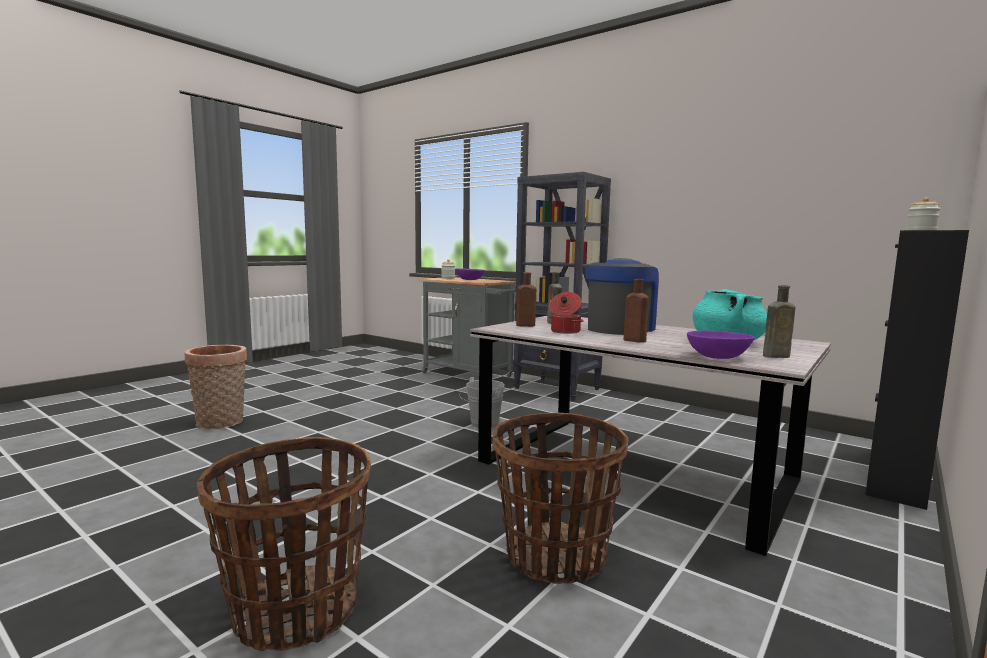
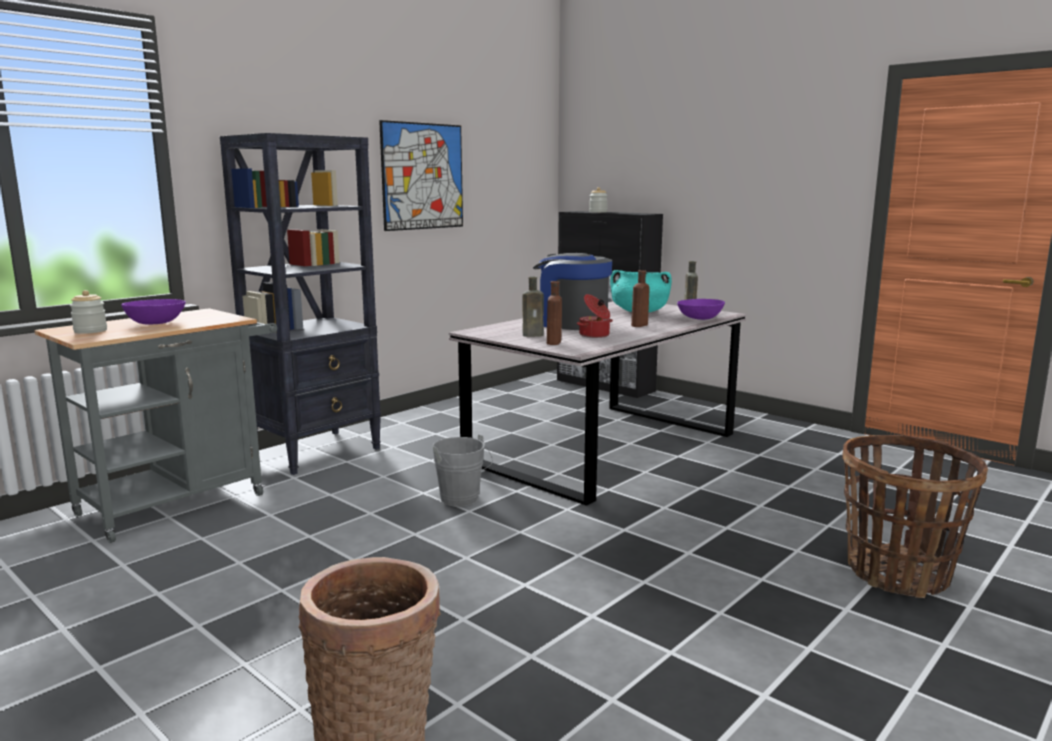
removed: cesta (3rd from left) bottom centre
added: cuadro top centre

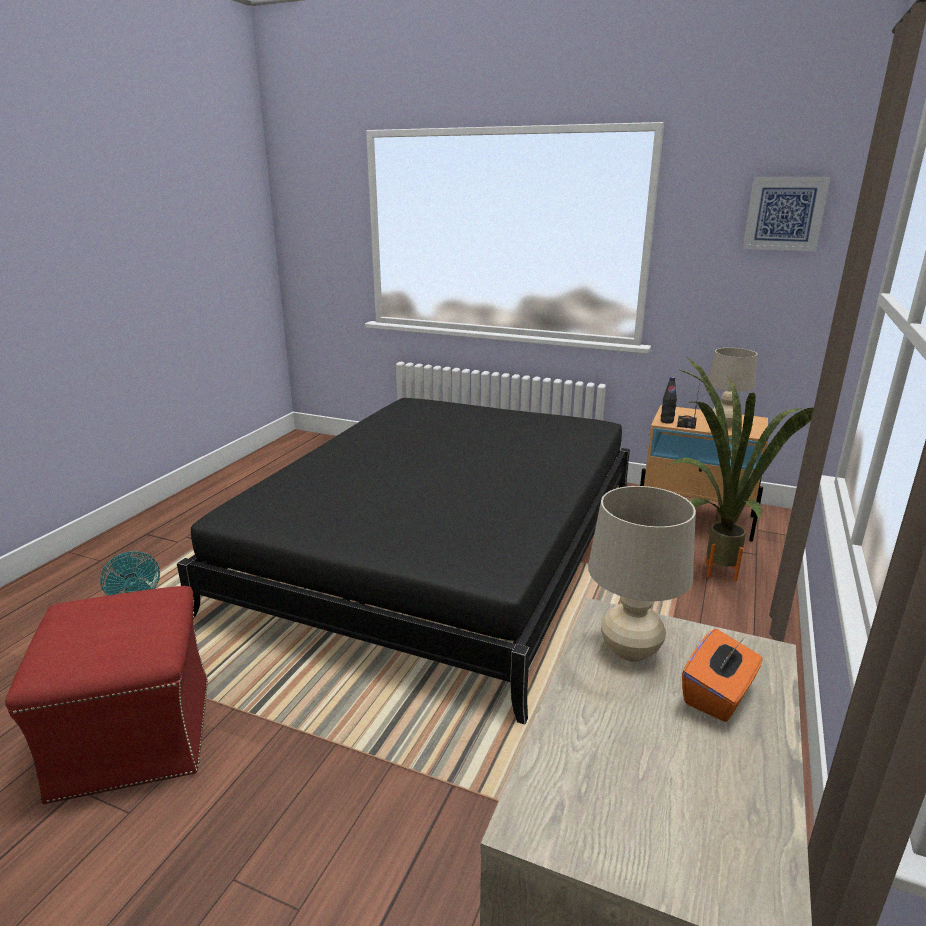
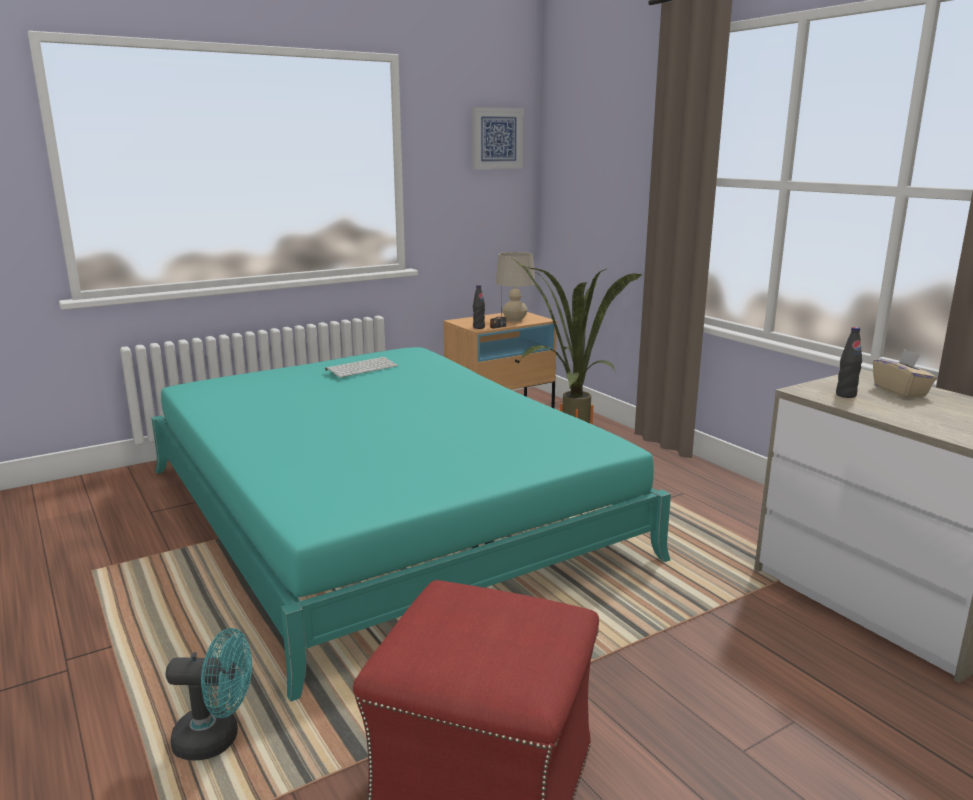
added: teclado centre
replaced: lámpara de mesa/beis (1st from left) middle right to botella/negro (2nd from left) middle right
recoloured: cama/negro centre to cama/turquesa centre; caja de pañuelos/naranja bottom right to caja de pañuelos/beis middle right

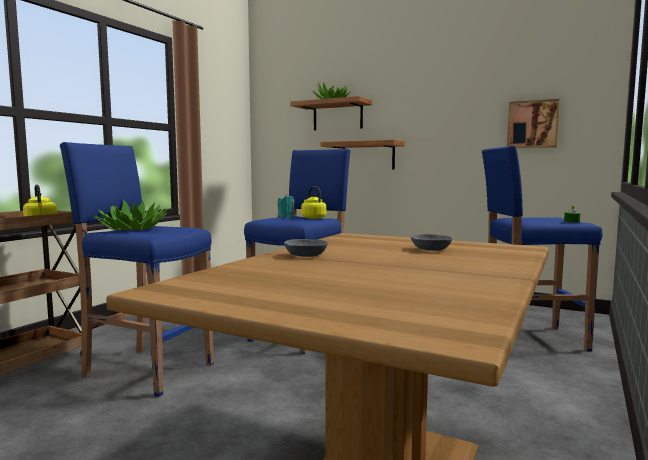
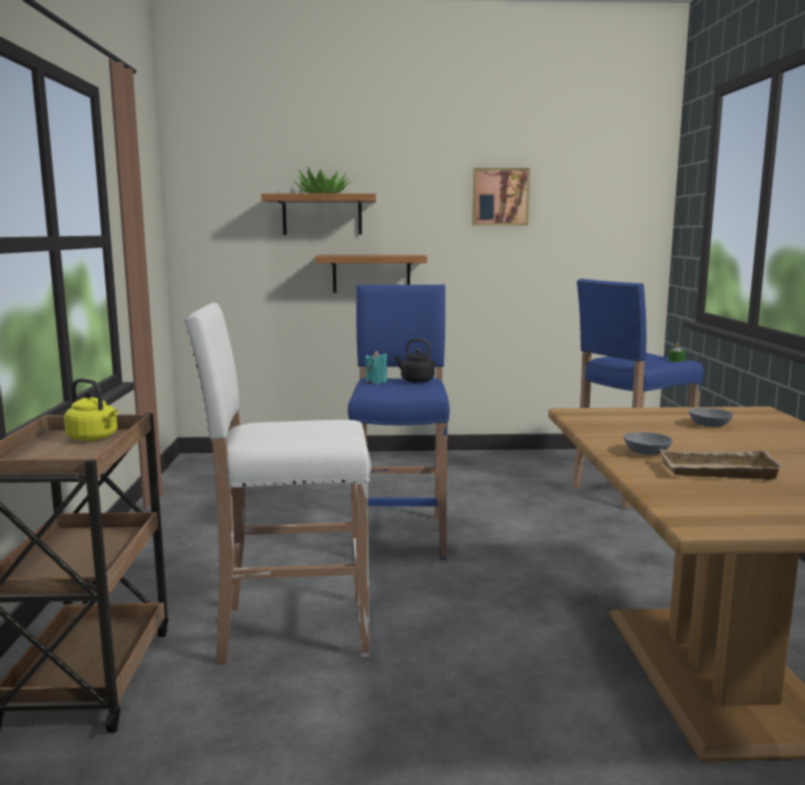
removed: planta en maceta (1st from left) middle left
added: bandeja/beis middle right
moved: cuadro top right to top centre
recoloured: taburete/azul (1st from left) middle left to taburete/blanco centre; hervidor/amarillo (2nd from left) centre to hervidor/negro centre

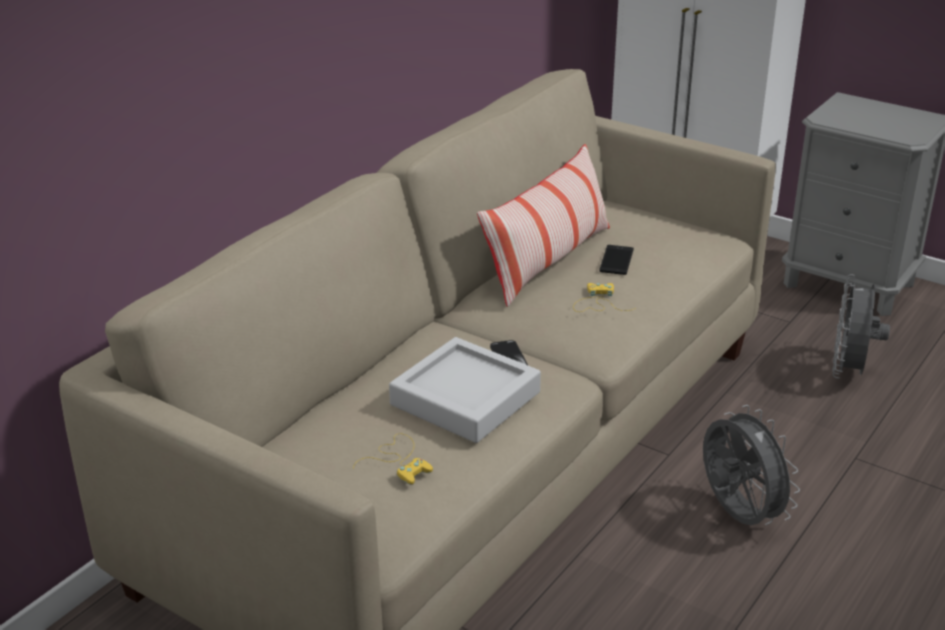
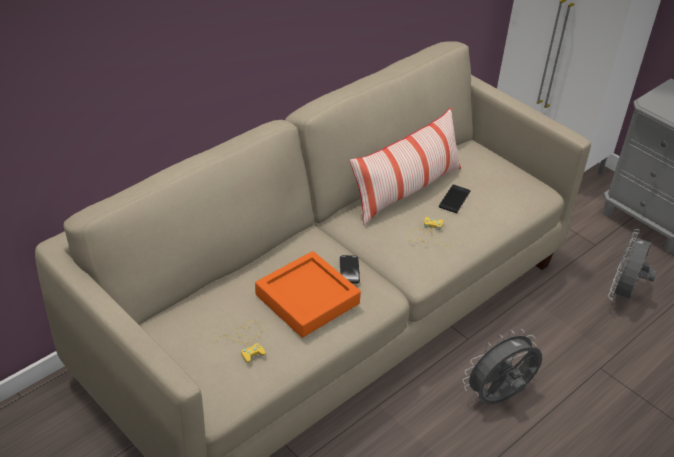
recoloured: bandeja/gris centre to bandeja/naranja centre
turned: ventilador/gris (1st from left) bottom right = bottom right 105 degrees counterclockwise

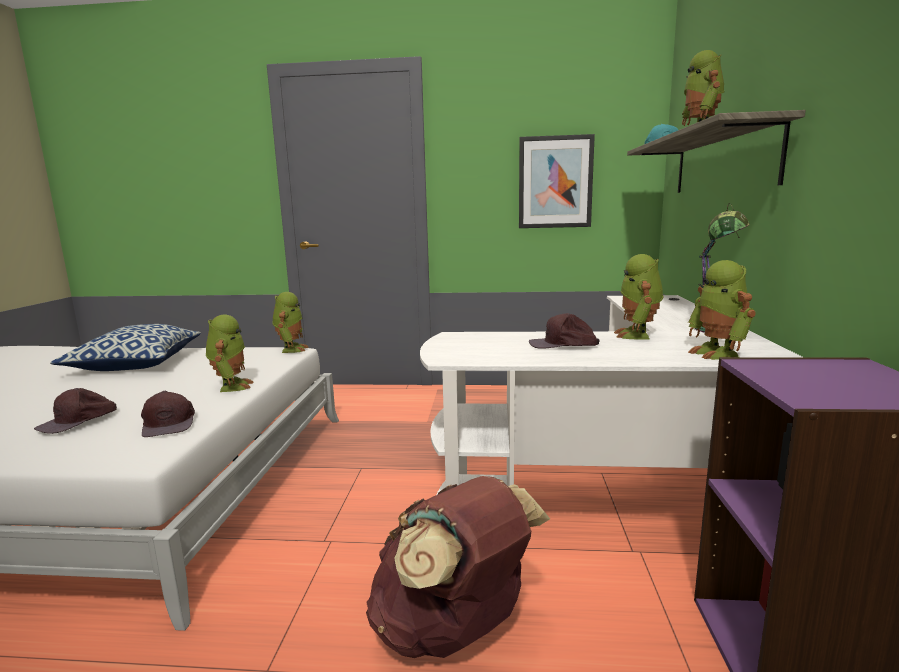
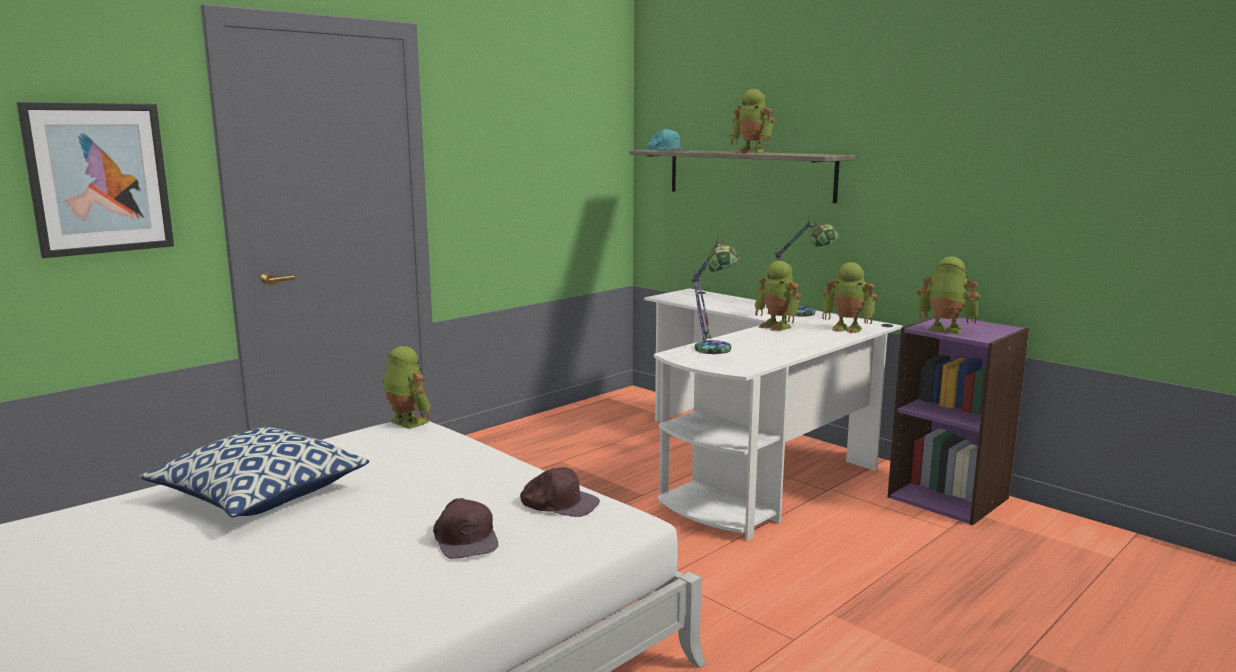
removed: mochila/marrón bottom centre; gorra/marrón (3rd from left) centre
added: lámpara de mesa (1st from left) centre
moved: robot de juguete (1st from left in the first image) middle left to robot de juguete (5th from left) middle right; cuadro top centre to top left

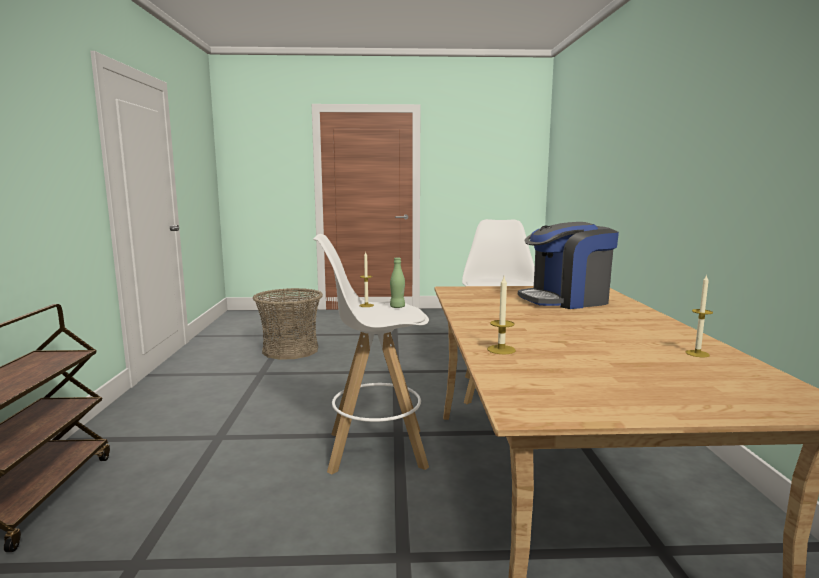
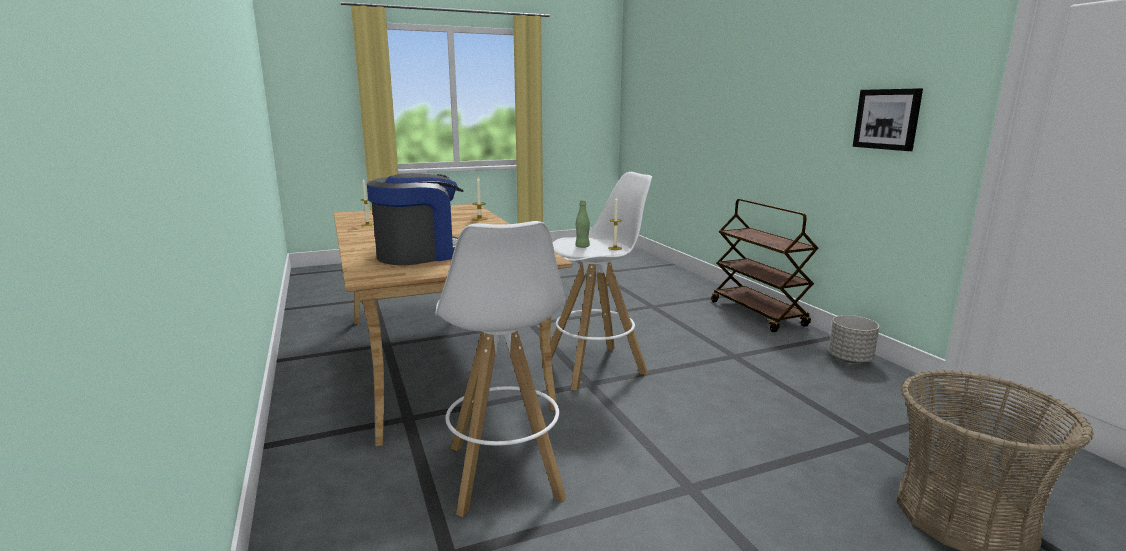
added: maceta/gris middle right; cuadro top right

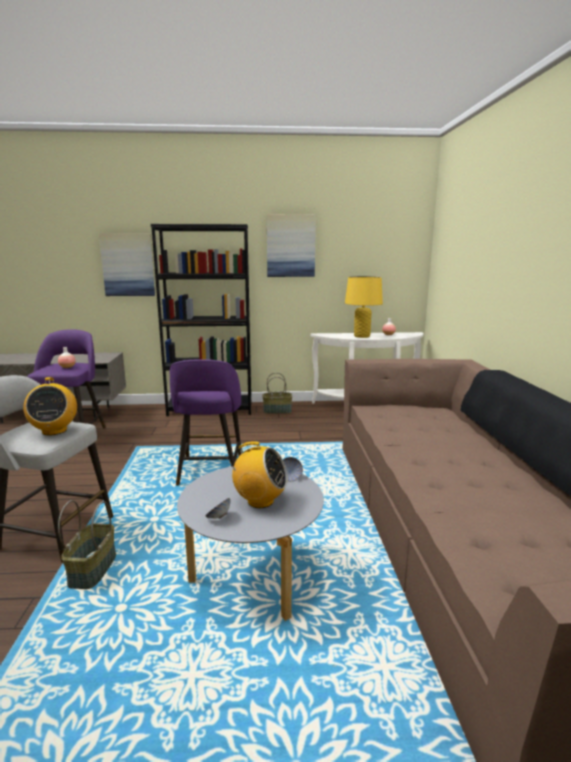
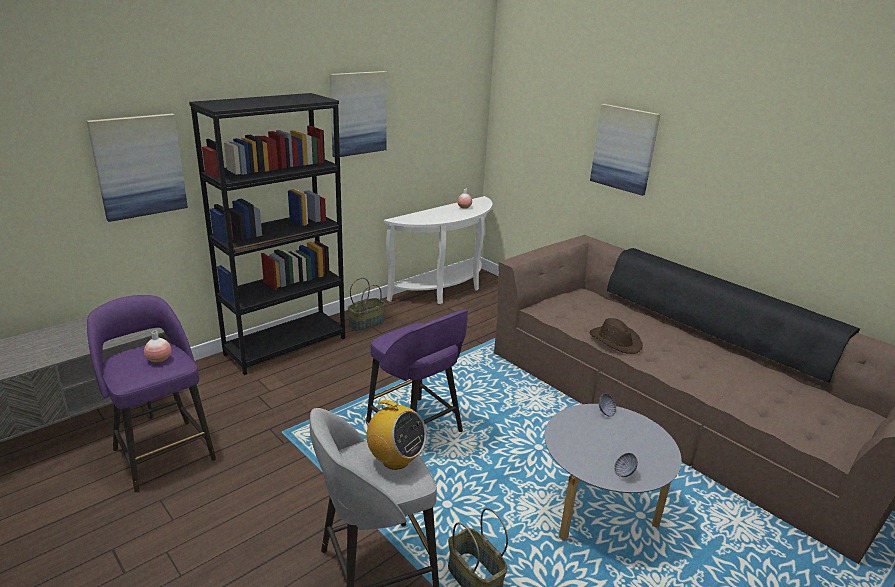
removed: radio (2nd from left) centre; lámpara de mesa/amarillo centre
added: cuadro (3rd from left) top right; sombrero/marrón middle right

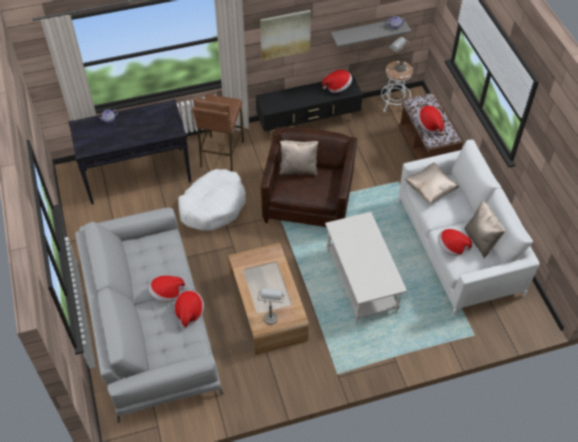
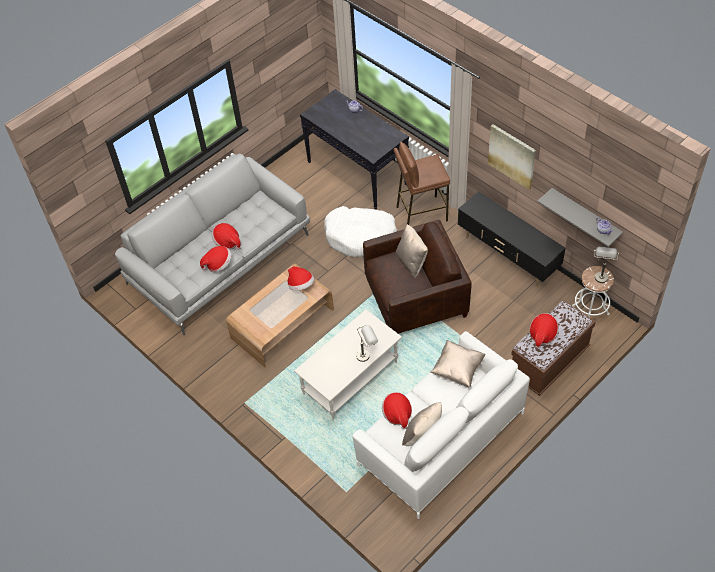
moved: lámpara de mesa/gris (1st from left) bottom centre to centre; sombrero (3rd from left) top centre to centre

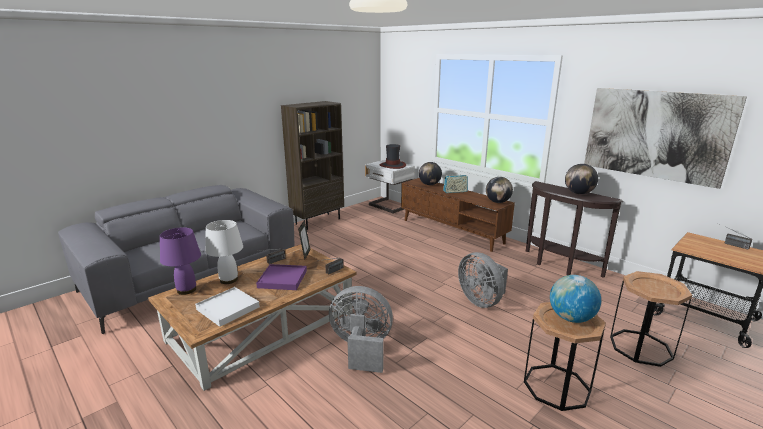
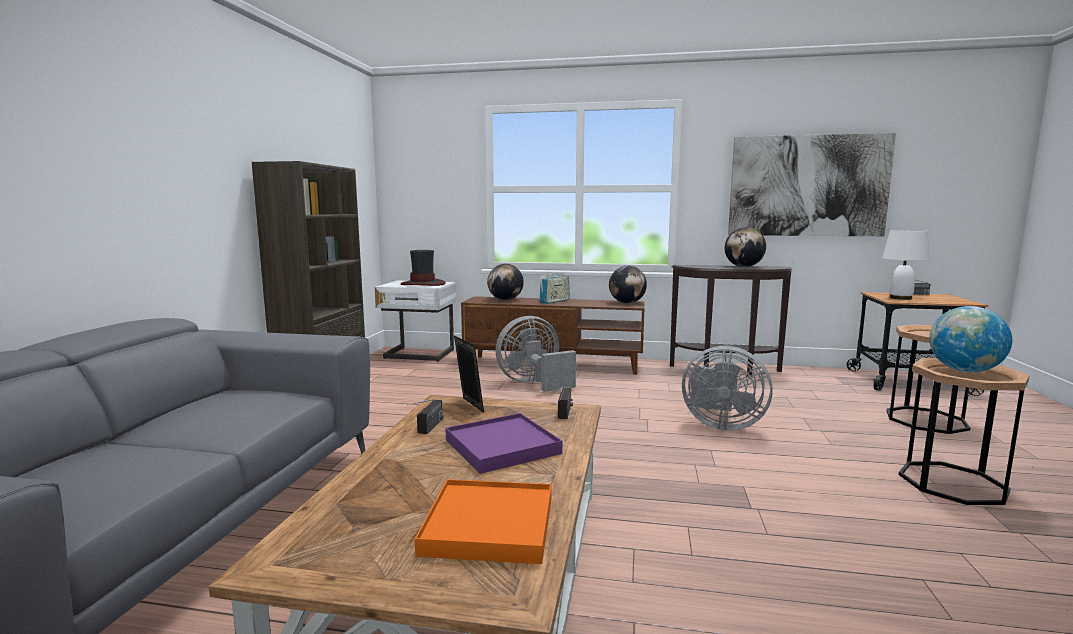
removed: lámpara de mesa/morado middle left
moved: lámpara de mesa/blanco middle left to middle right; ventilador/gris (1st from left) bottom centre to centre
recoloured: bandeja/blanco bottom left to bandeja/naranja bottom centre

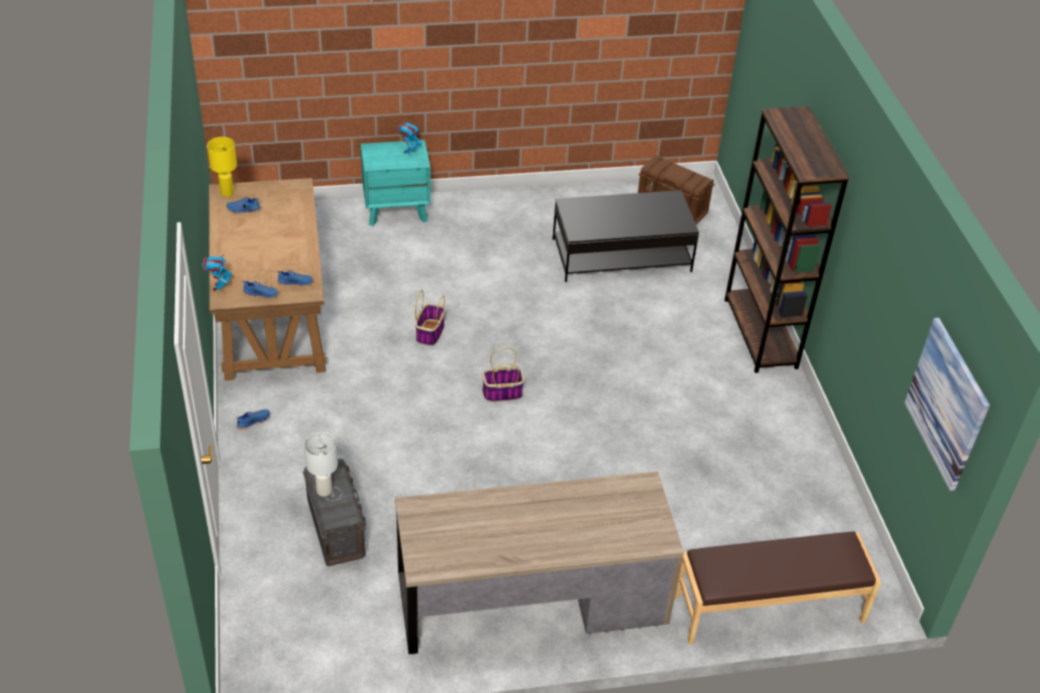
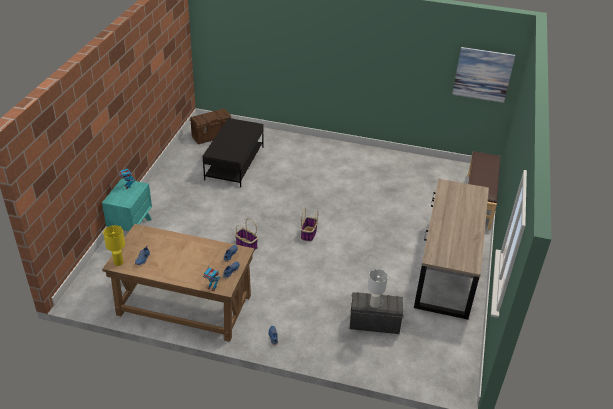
removed: estantería/marrón middle right

